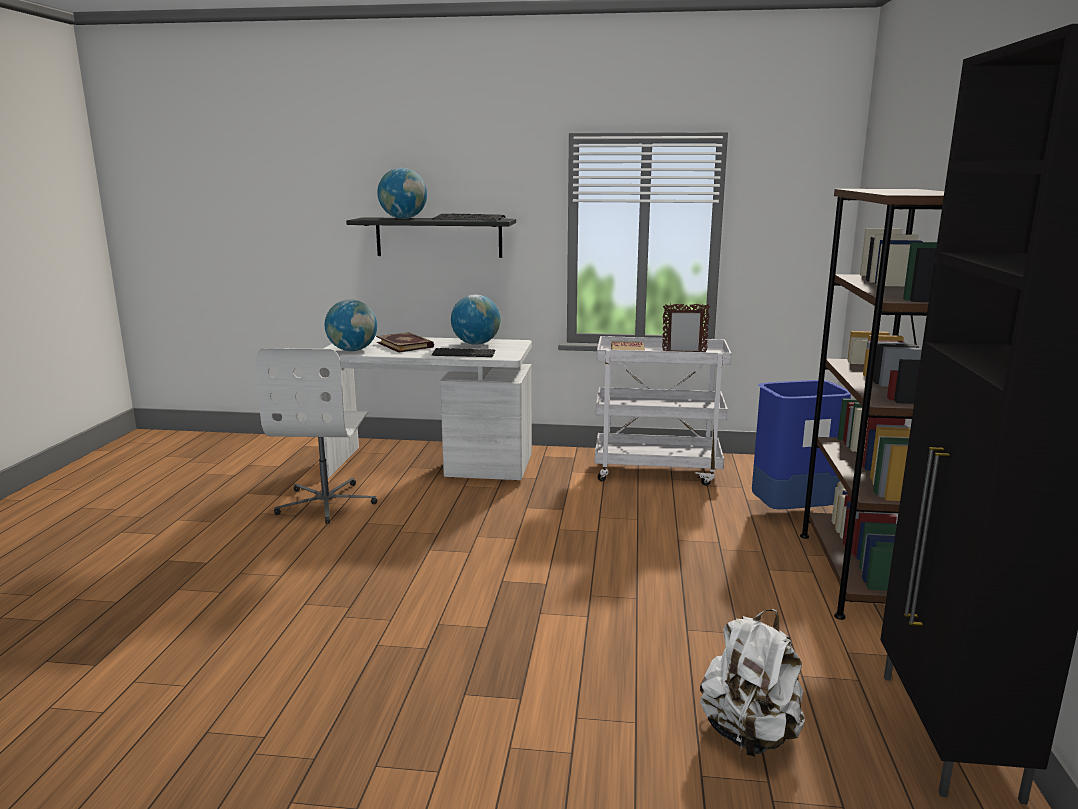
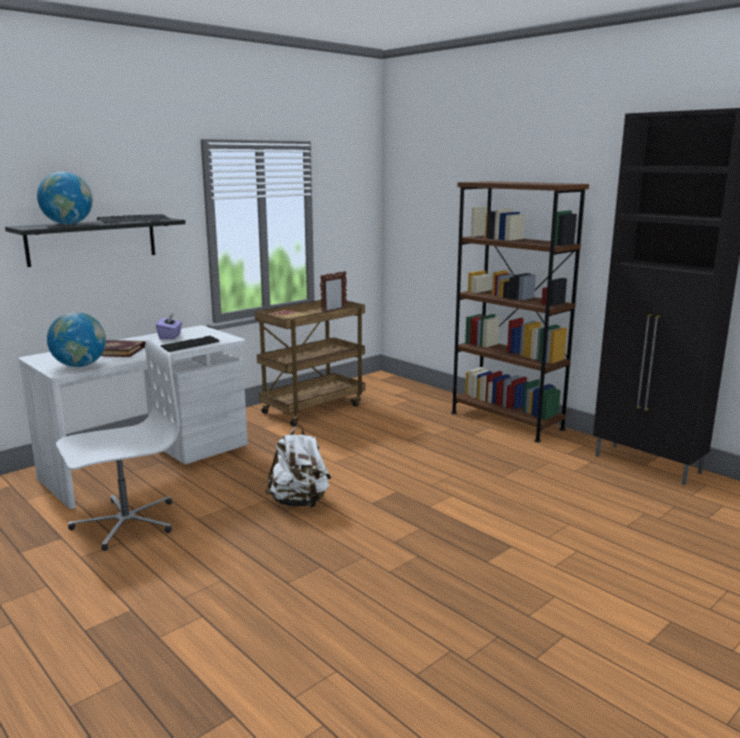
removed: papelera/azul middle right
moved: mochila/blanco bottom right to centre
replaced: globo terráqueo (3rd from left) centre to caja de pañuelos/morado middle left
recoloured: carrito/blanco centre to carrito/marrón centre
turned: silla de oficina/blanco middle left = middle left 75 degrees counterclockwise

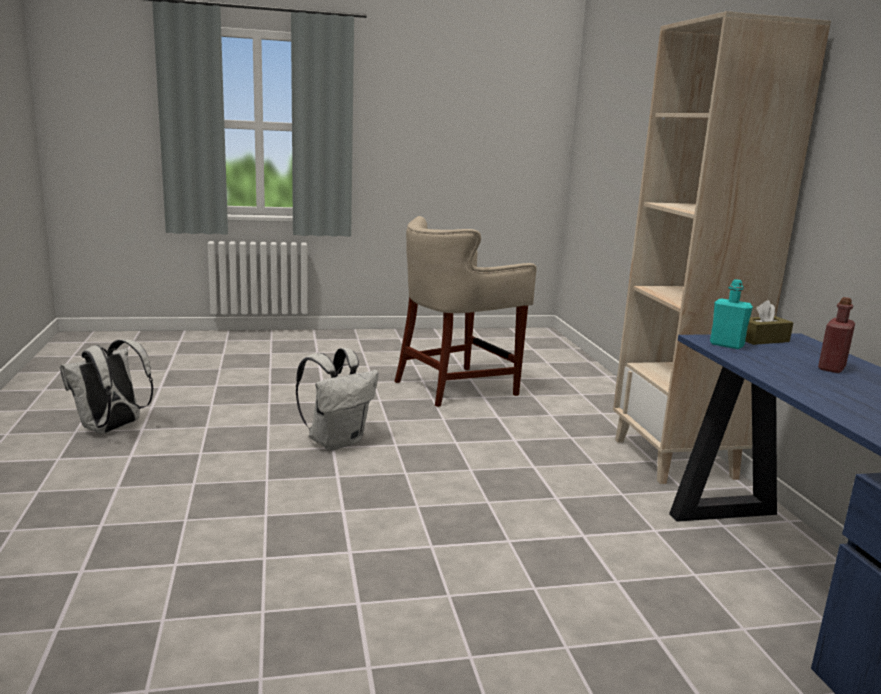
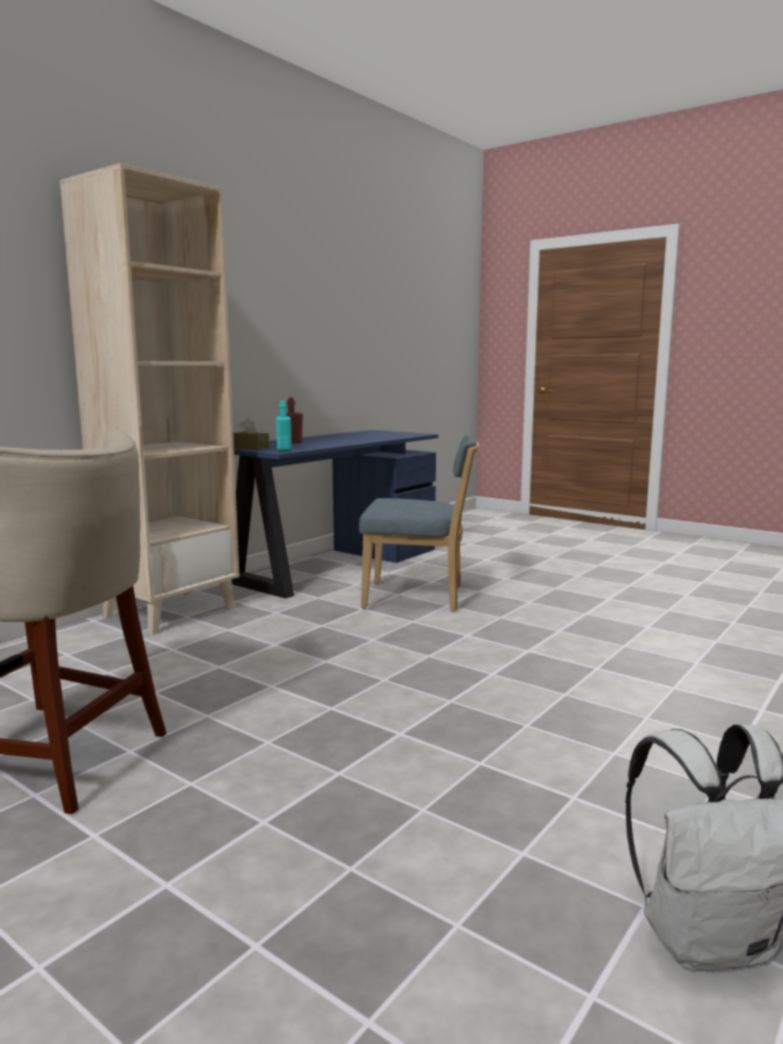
removed: mochila/blanco (2nd from left) centre
added: silla/azul centre

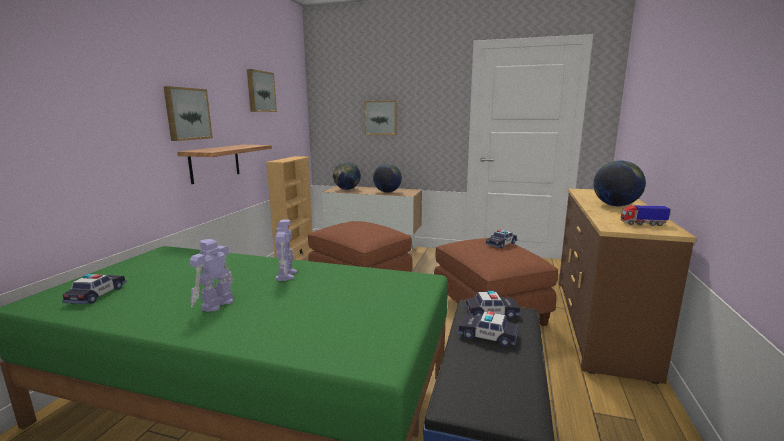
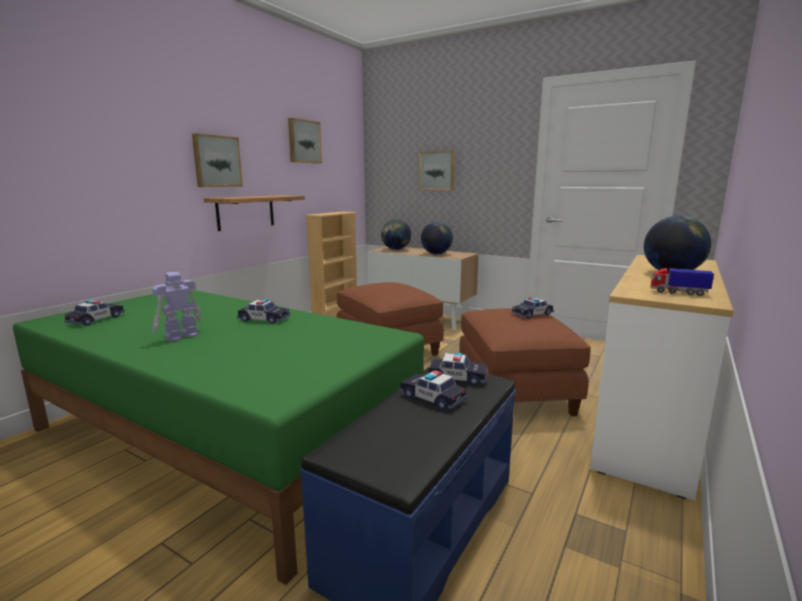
replaced: robot de juguete (2nd from left) centre to coche de juguete (2nd from left) middle left
recoloured: cómoda/marrón middle right to cómoda/blanco middle right

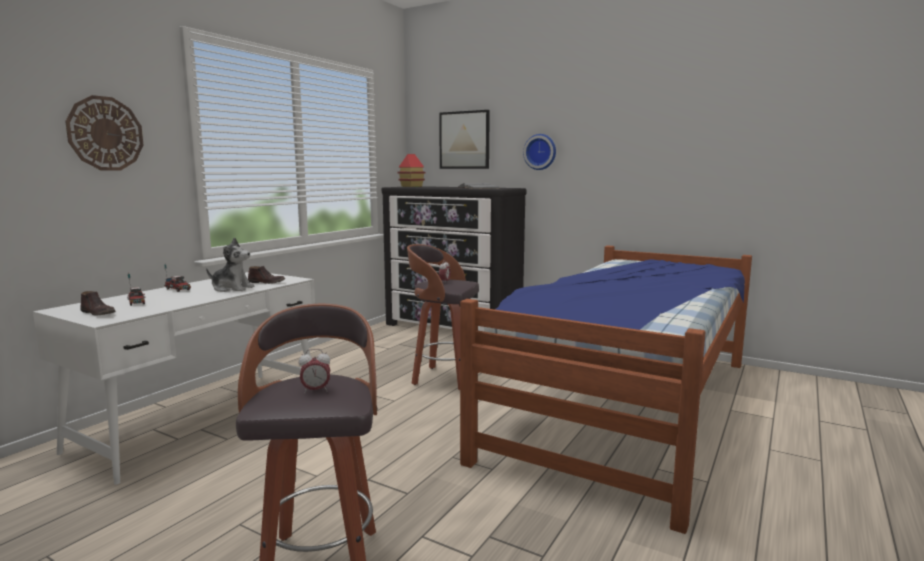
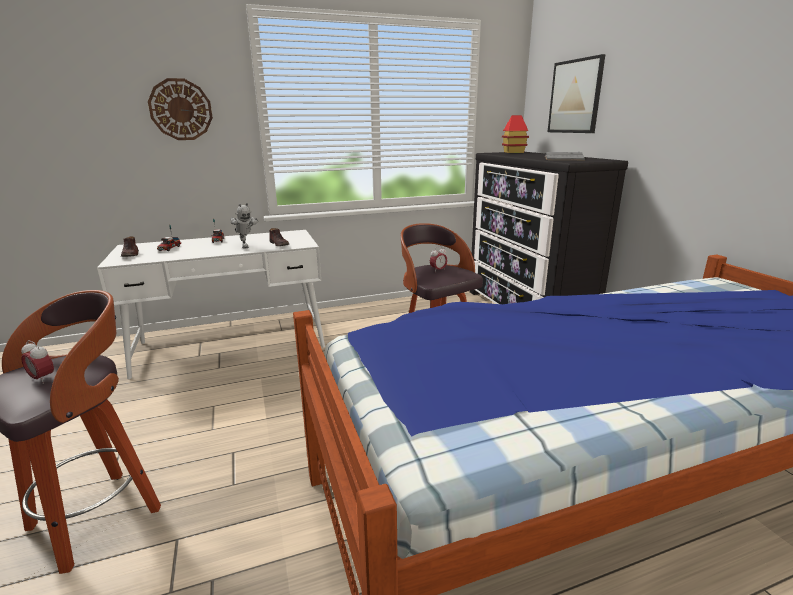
removed: reloj de pared (2nd from left) top centre
replaced: peluche middle left to robot de juguete middle left

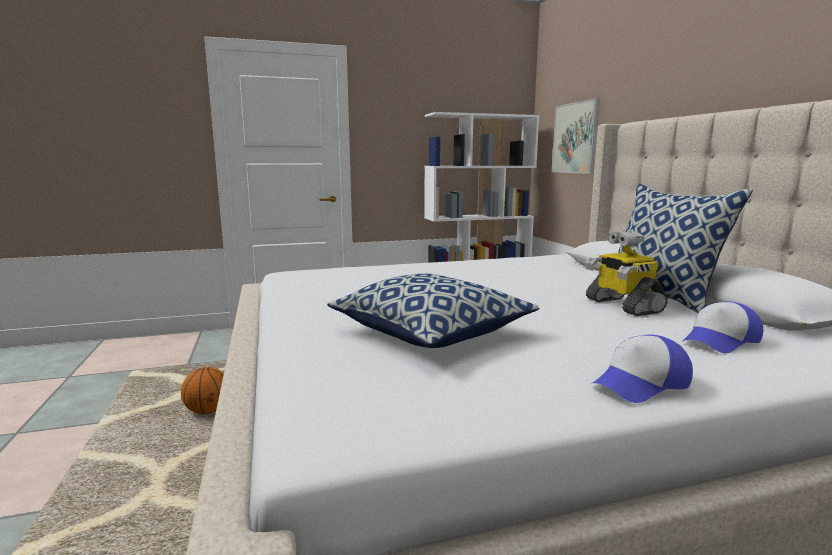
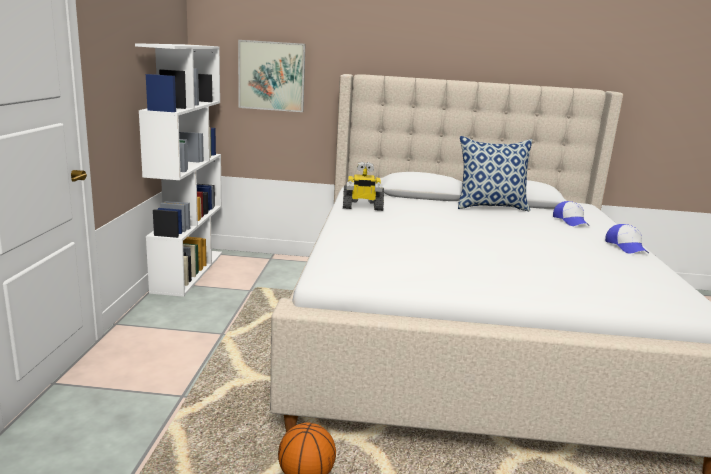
removed: cojín (1st from left) centre
moved: robot de juguete middle right to centre

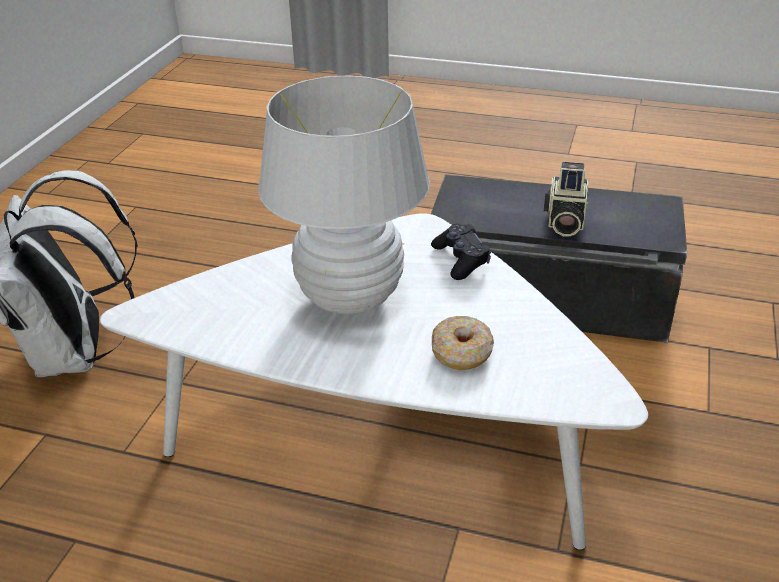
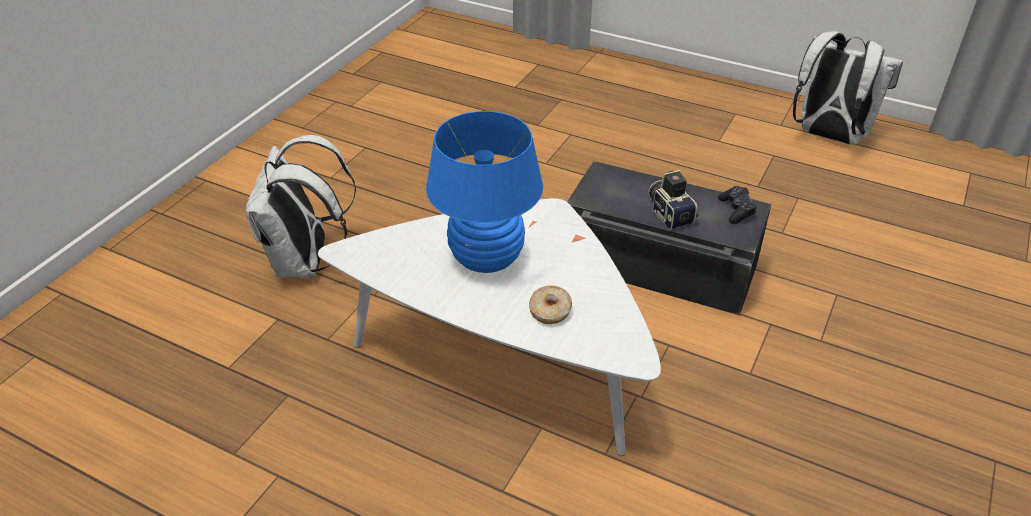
added: mochila/blanco (2nd from left) top right
moved: mando de consola/negro centre to middle right
recoloured: lámpara de mesa/blanco centre to lámpara de mesa/azul centre
turned: cámara middle right = centre 135 degrees clockwise

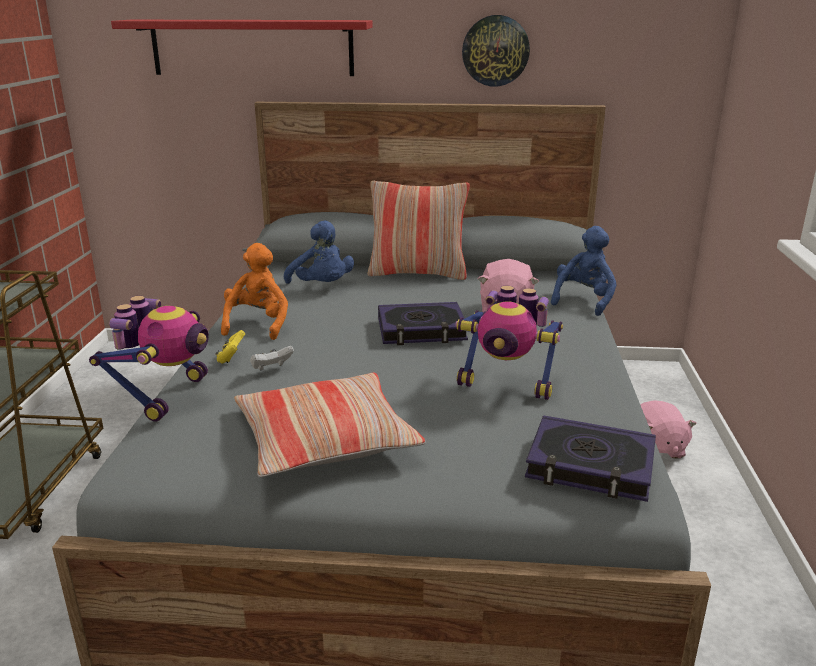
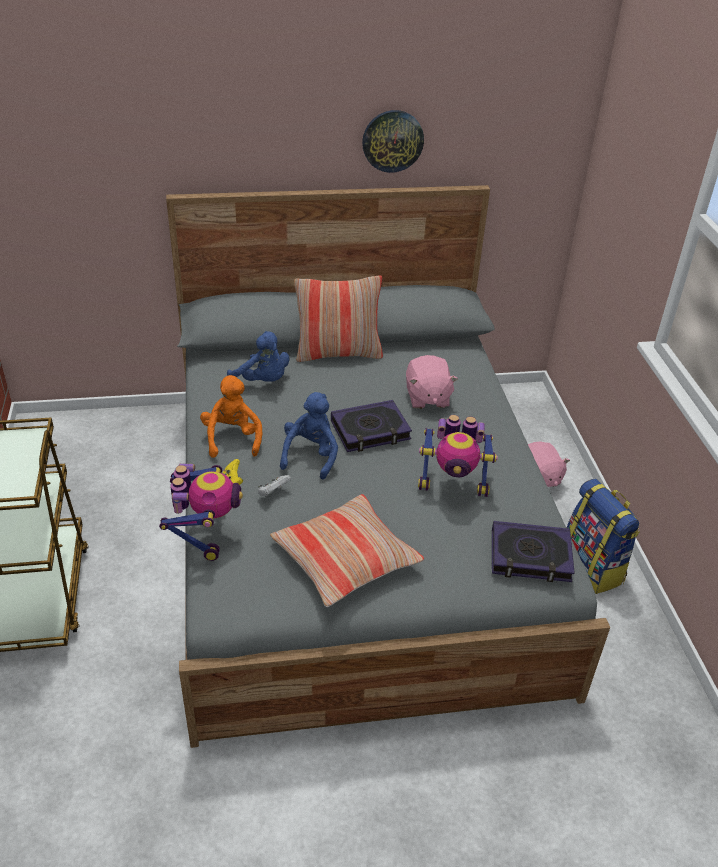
removed: estante/rojo top left
added: mochila middle right
moved: peluche/azul (2nd from left) middle right to centre

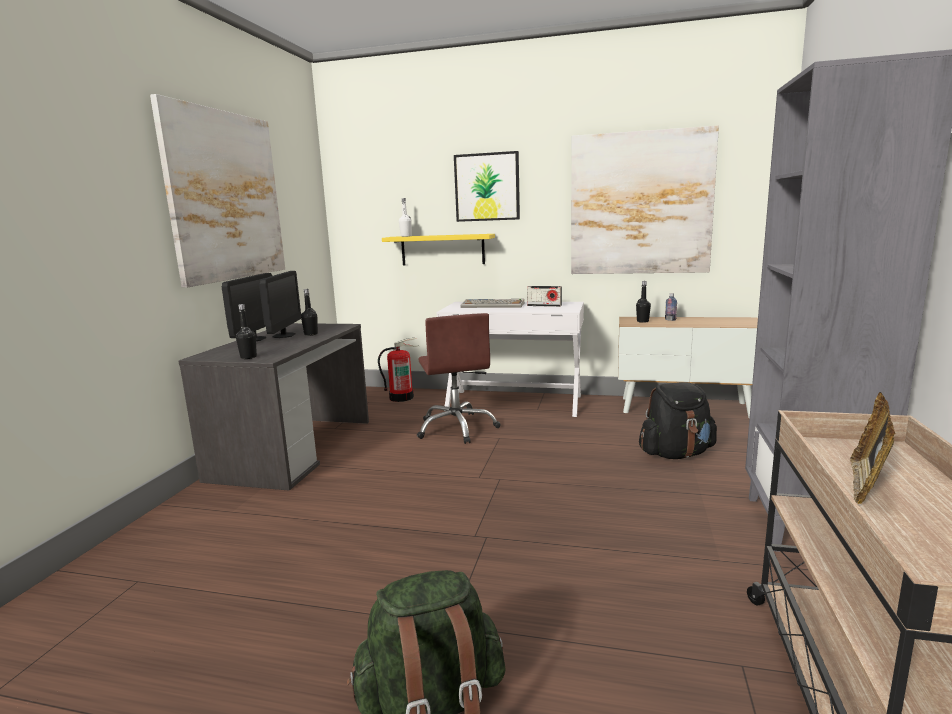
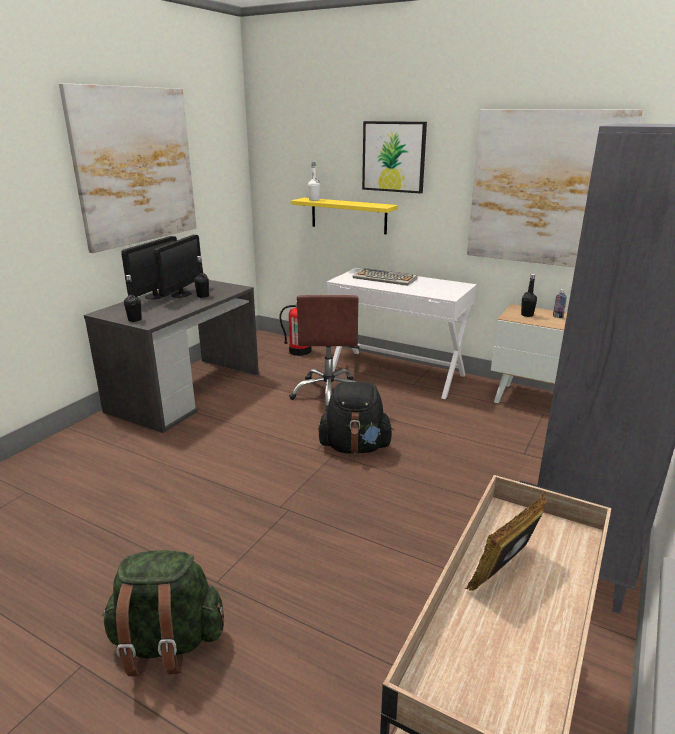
removed: radio centre
moved: mochila/negro middle right to centre

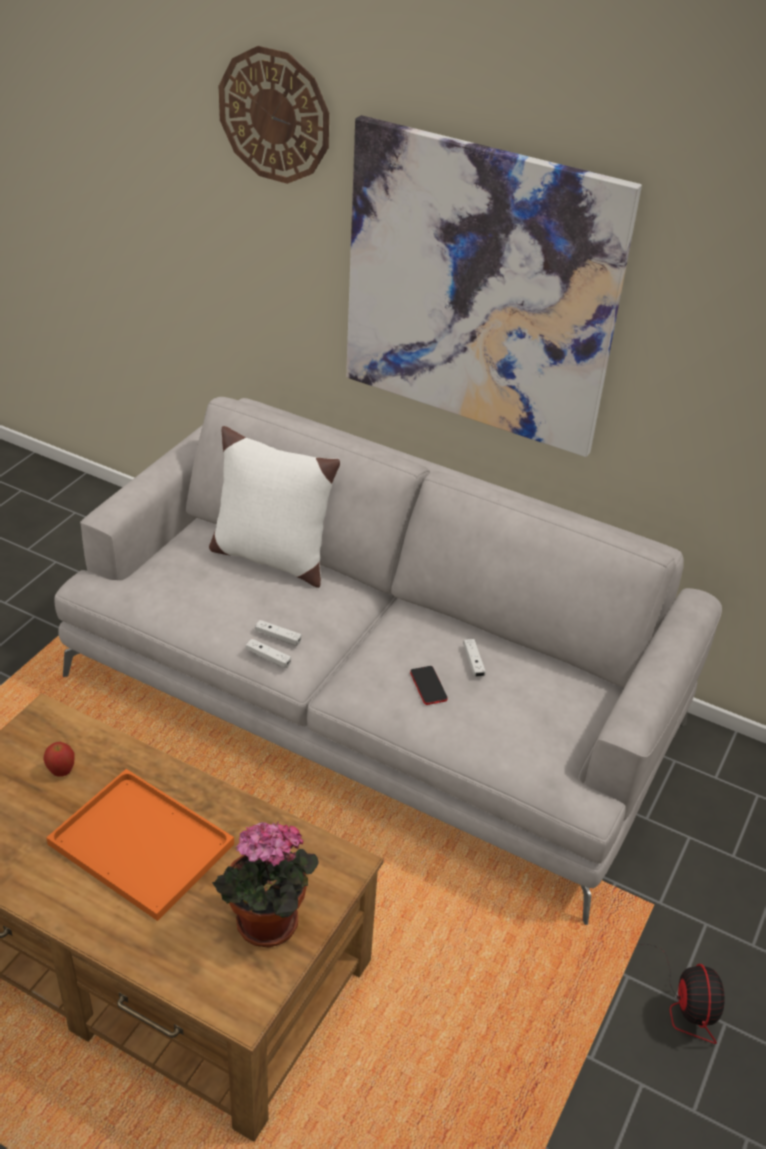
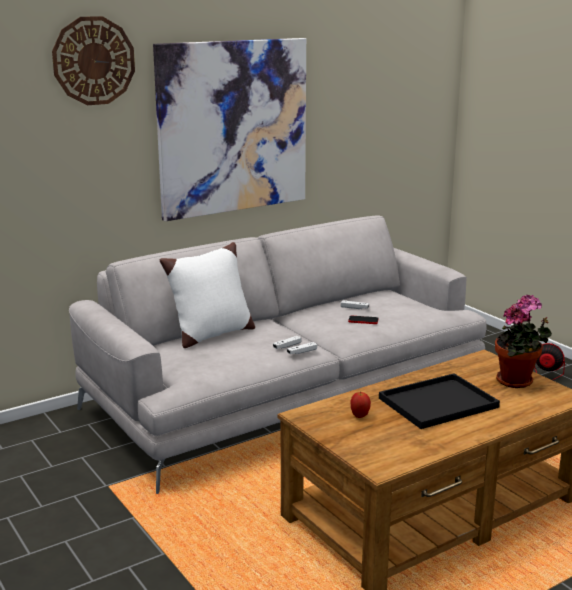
recoloured: bandeja/naranja bottom left to bandeja/negro bottom right

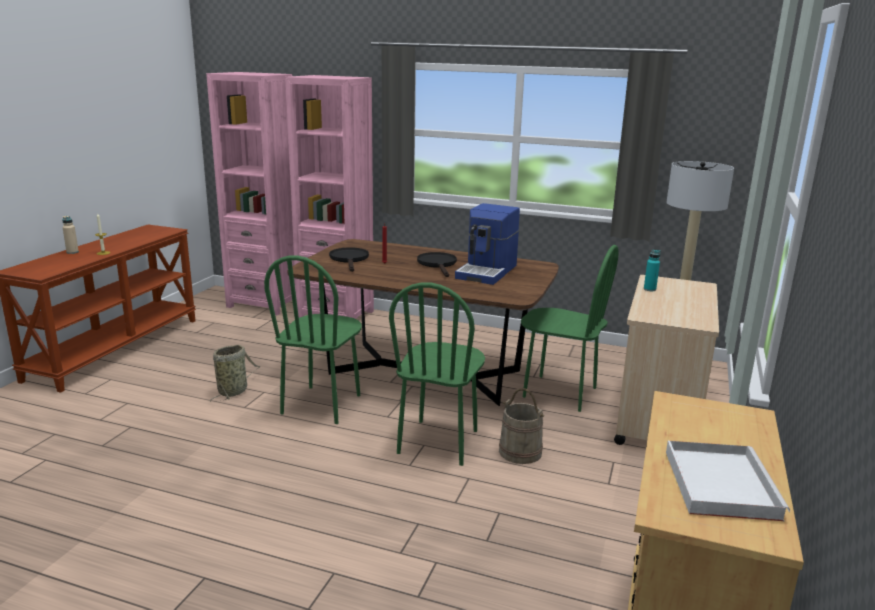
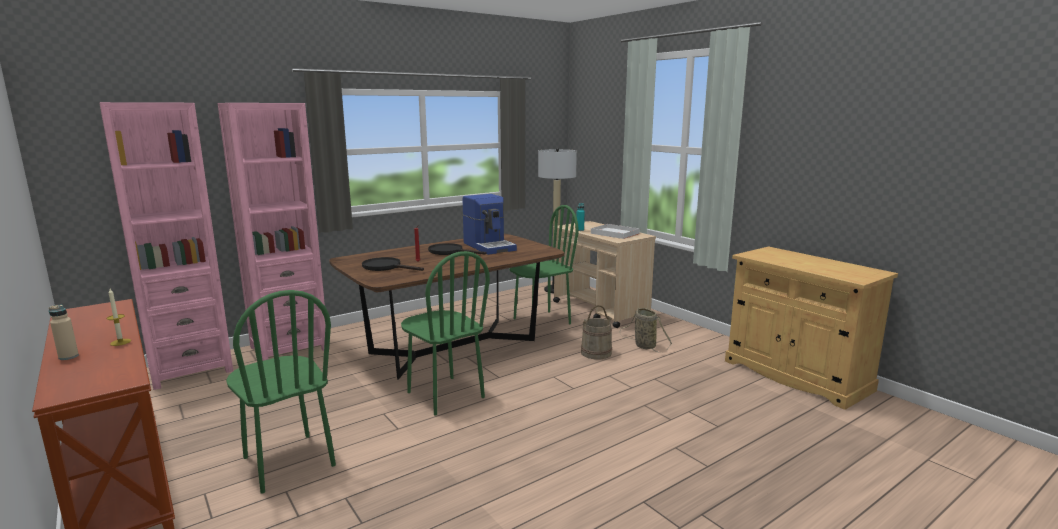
moved: cesta middle left to centre; silla/verde (2nd from left in the first image) centre to silla/verde (1st from left) bottom left; bandeja/blanco bottom right to centre

